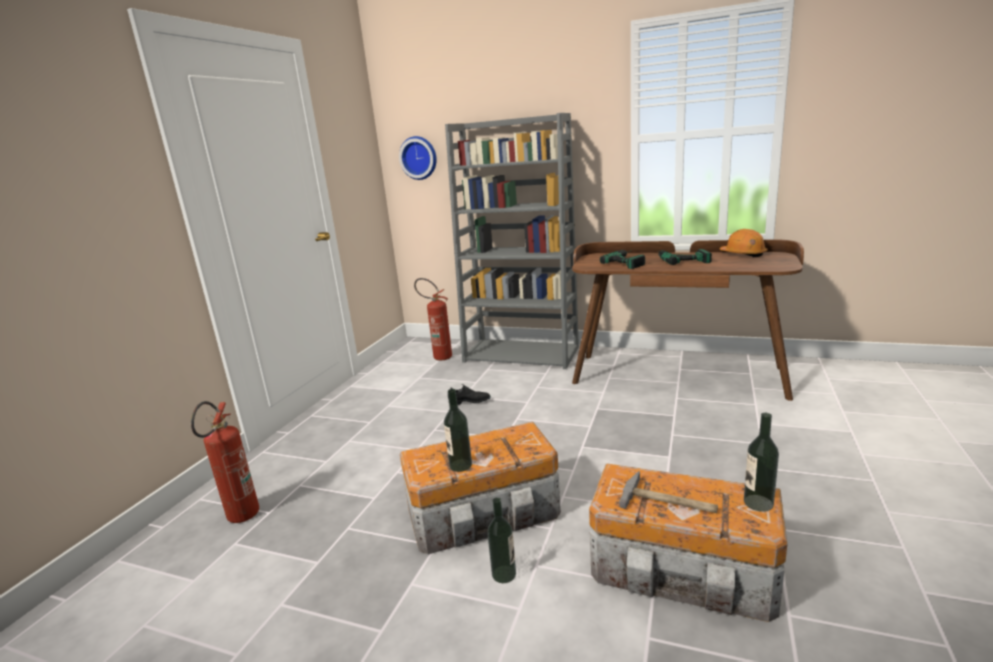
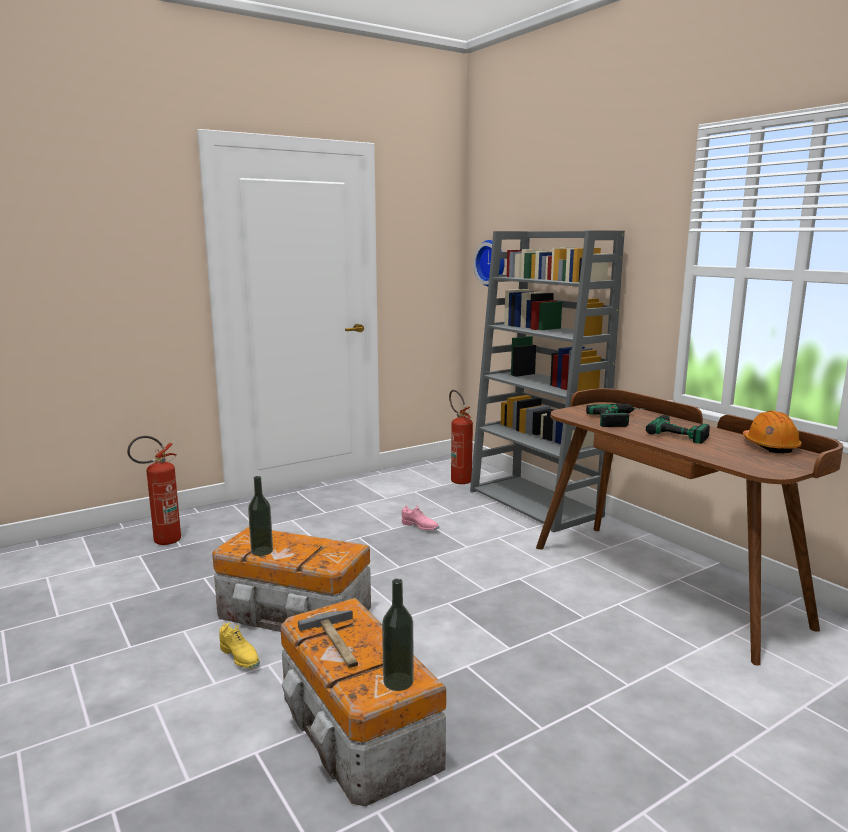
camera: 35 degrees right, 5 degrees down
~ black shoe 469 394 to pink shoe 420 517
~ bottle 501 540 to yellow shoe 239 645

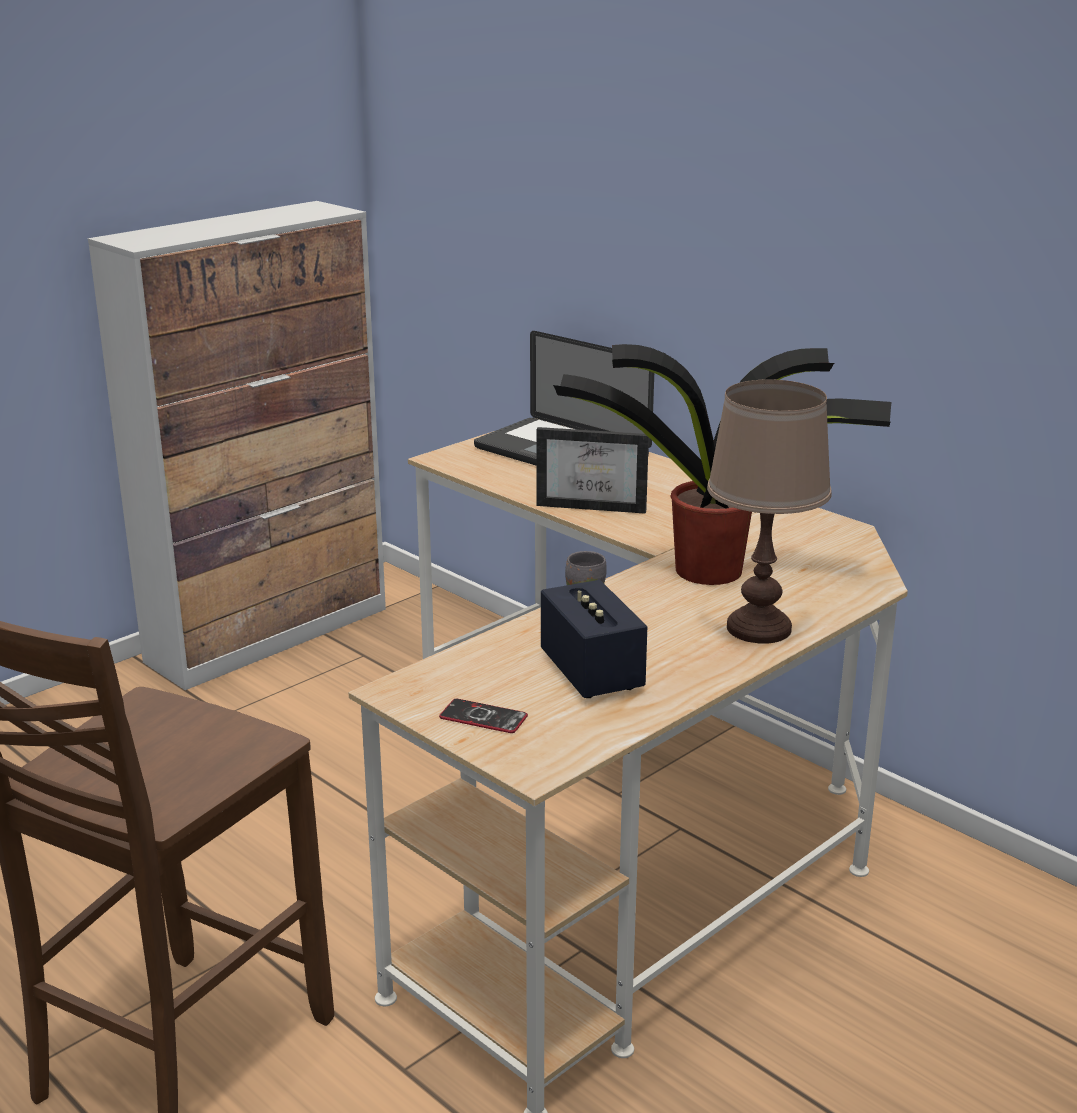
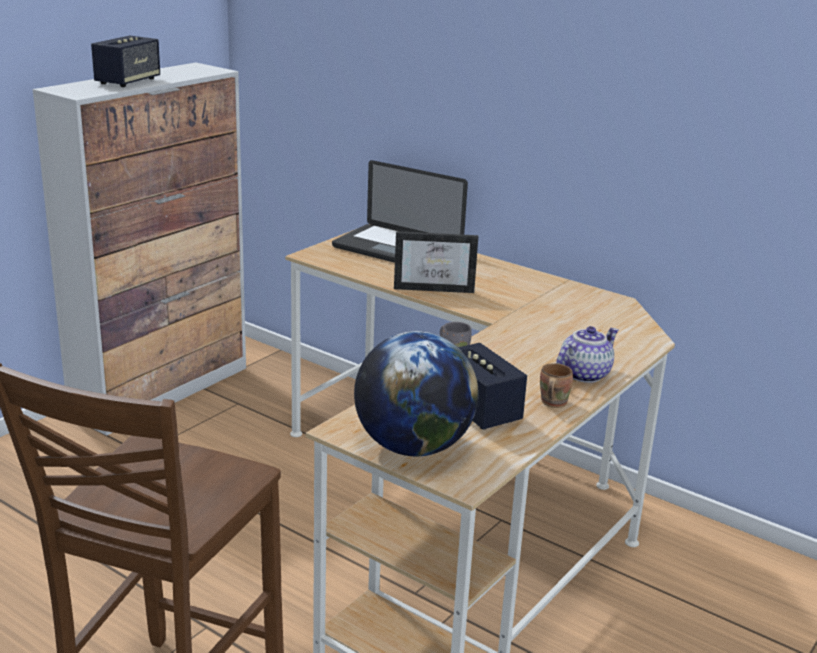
camera: 10 degrees left, 0 degrees up
- potted plant 722 464
~ brown table lamp 769 512 to teapot 587 354
~ phone 483 716 to globe 416 393
+ speaker 125 61
+ brown mug 556 385

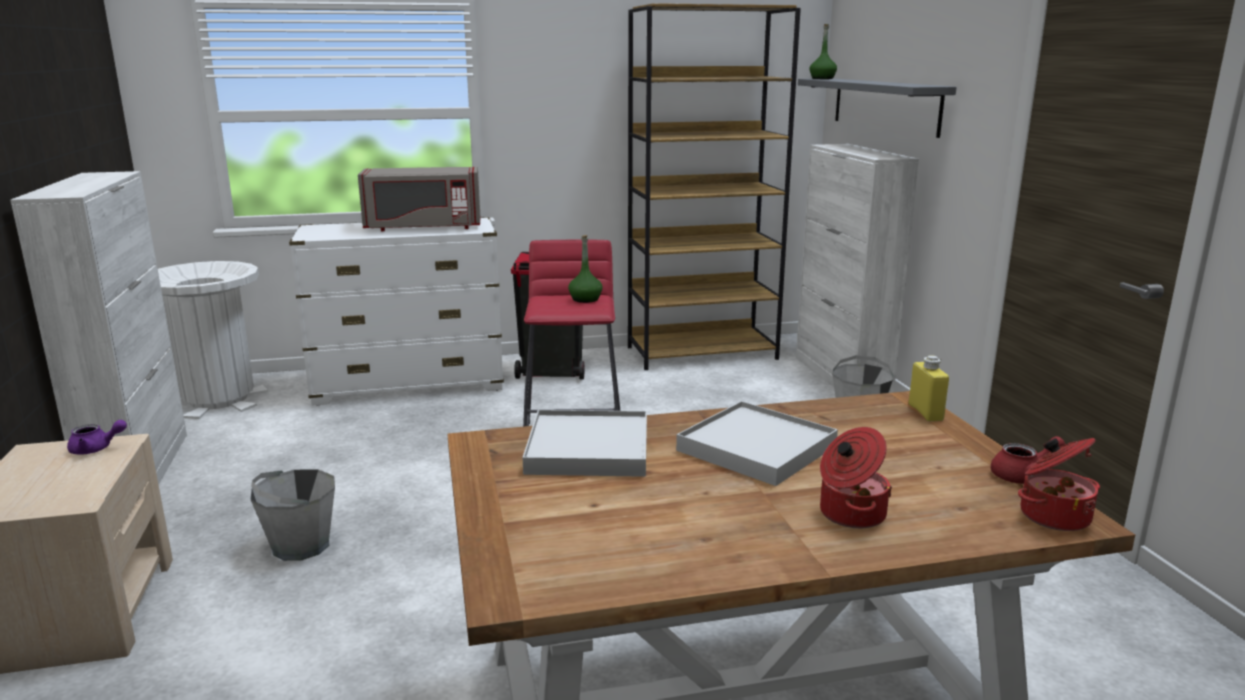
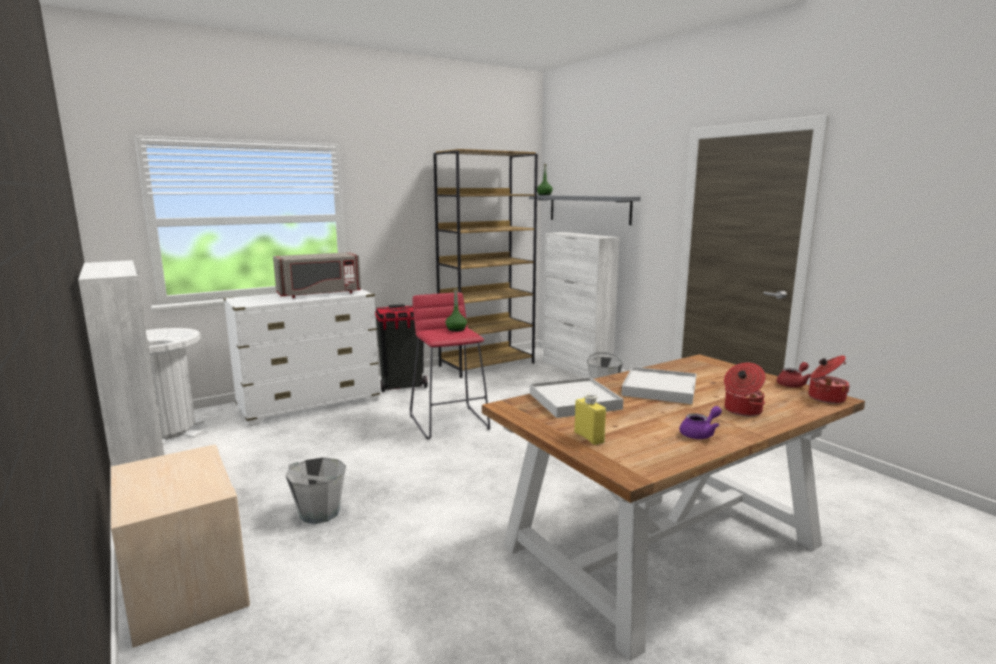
camera: 20 degrees left, 5 degrees down
~ yellow bottle 929 388 to 590 419
~ purple teapot 97 437 to 700 422

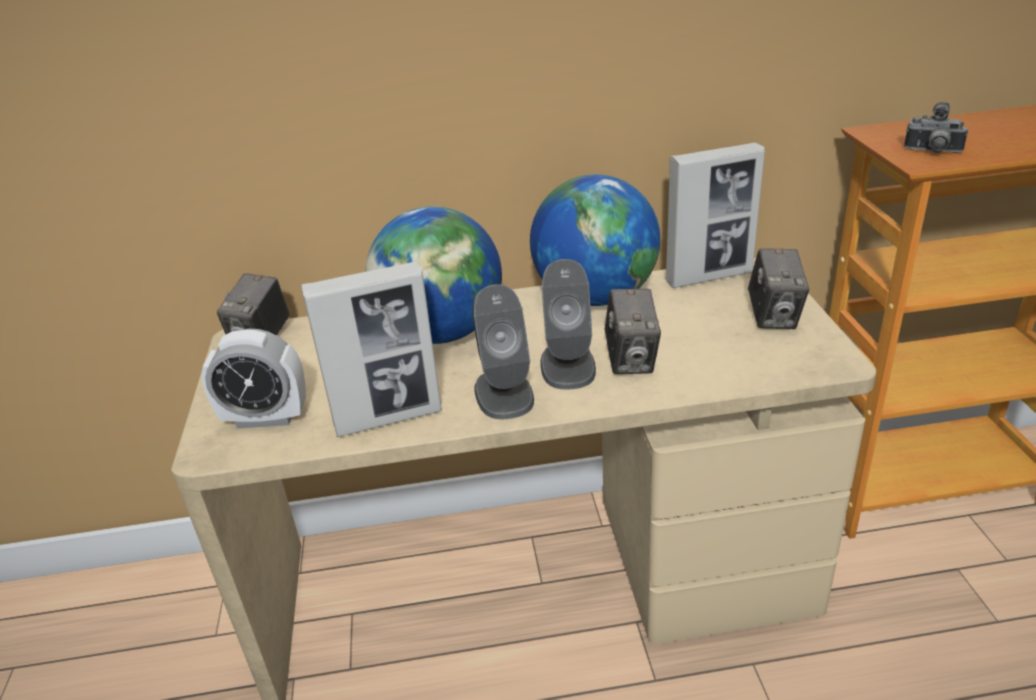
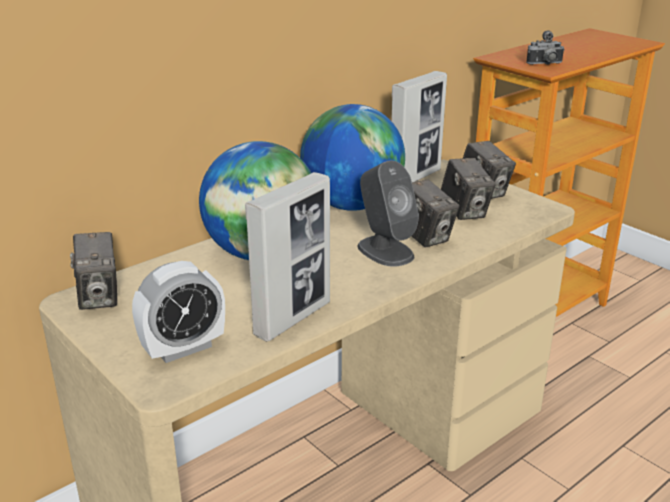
camera: 35 degrees left, 5 degrees down
- grey speaker 503 351
+ photo camera 468 189

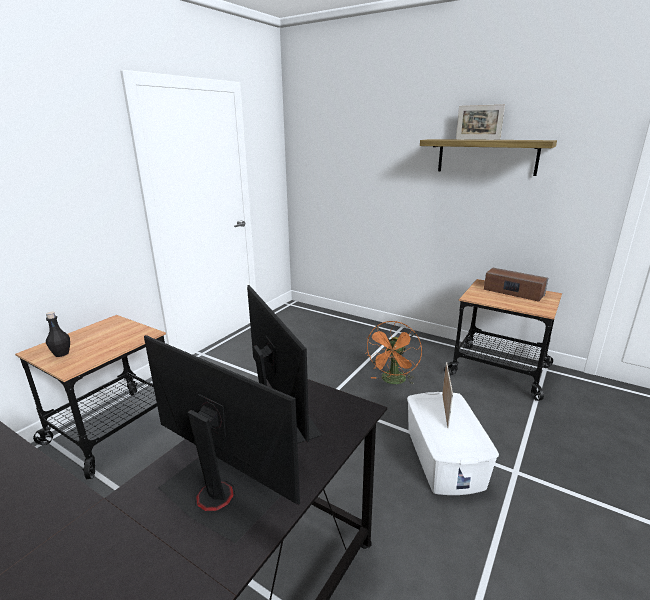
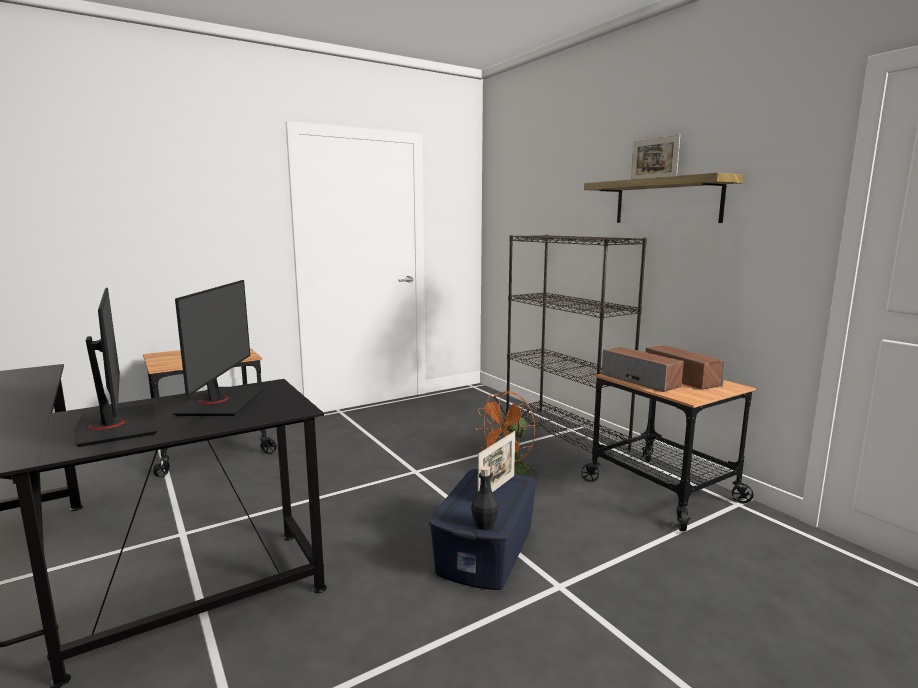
camera: 25 degrees right, 10 degrees down
~ black bottle 58 334 to 485 498
~ white storage box 453 443 to blue storage box 483 529
+ black bookcase 576 348
+ speaker 643 369

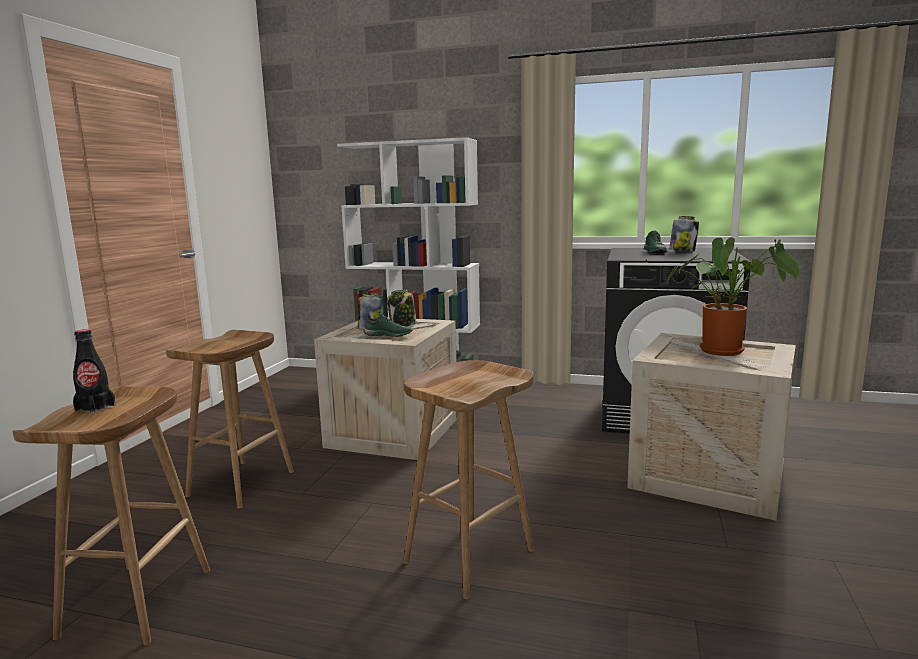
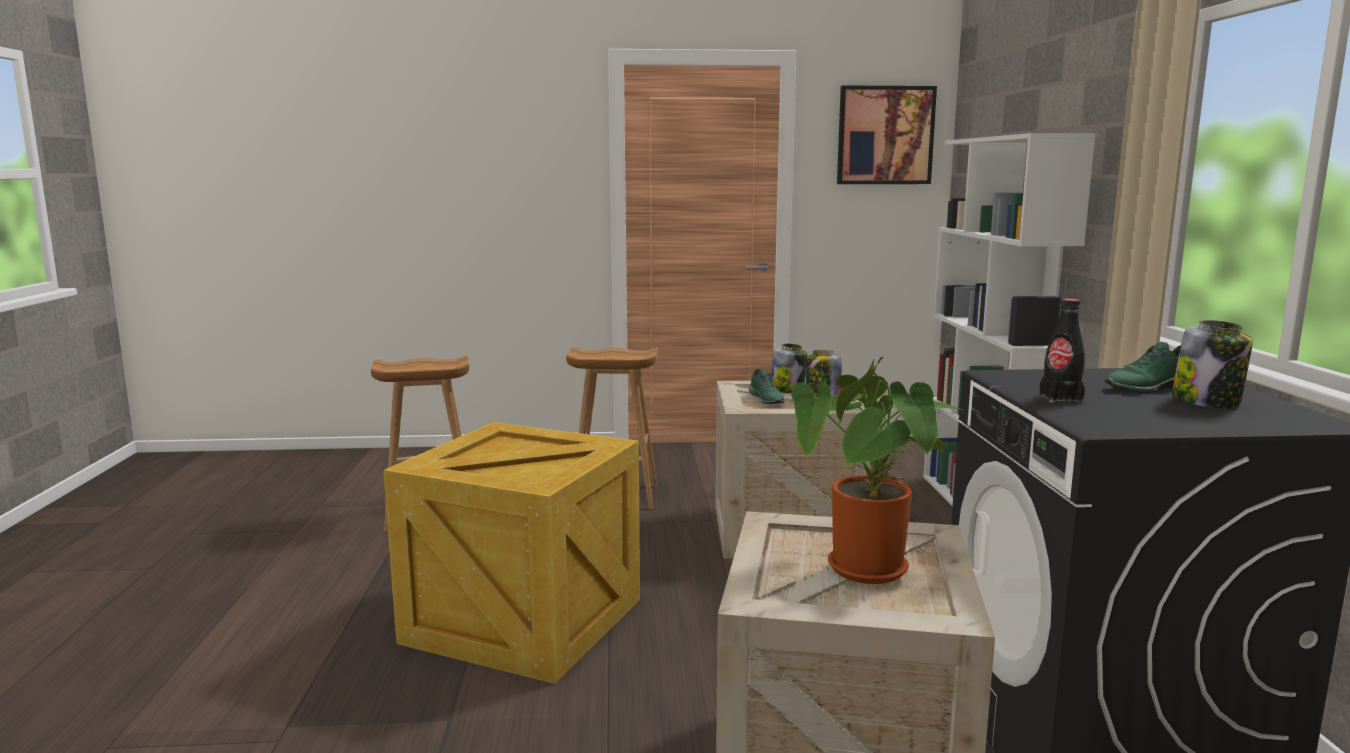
camera: 70 degrees right, 0 degrees up
~ black bottle 94 371 to 1062 350
~ brown stool 468 479 to crate 511 553
+ picture 887 134

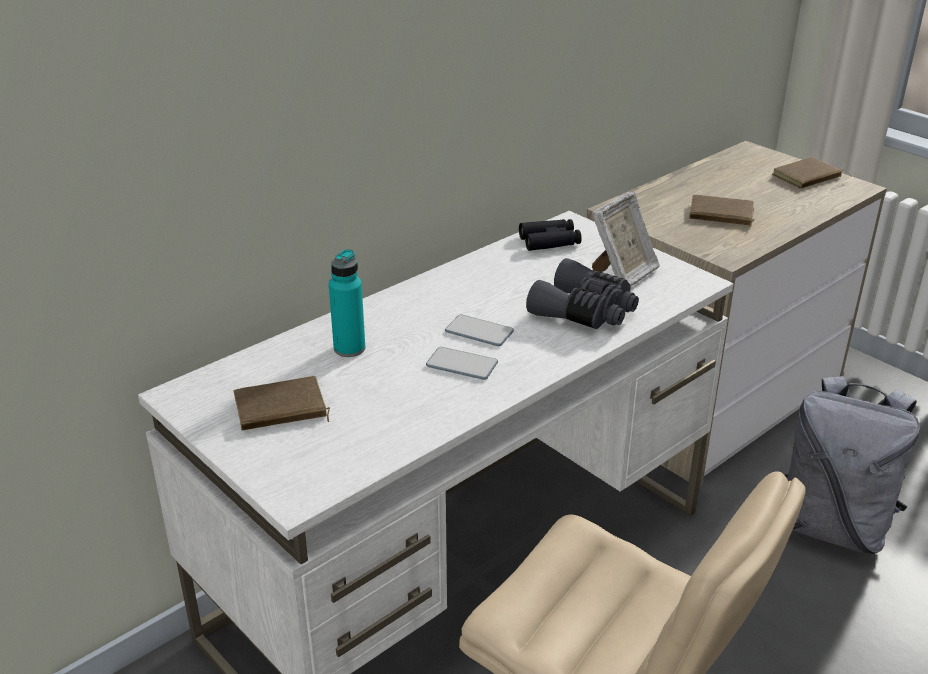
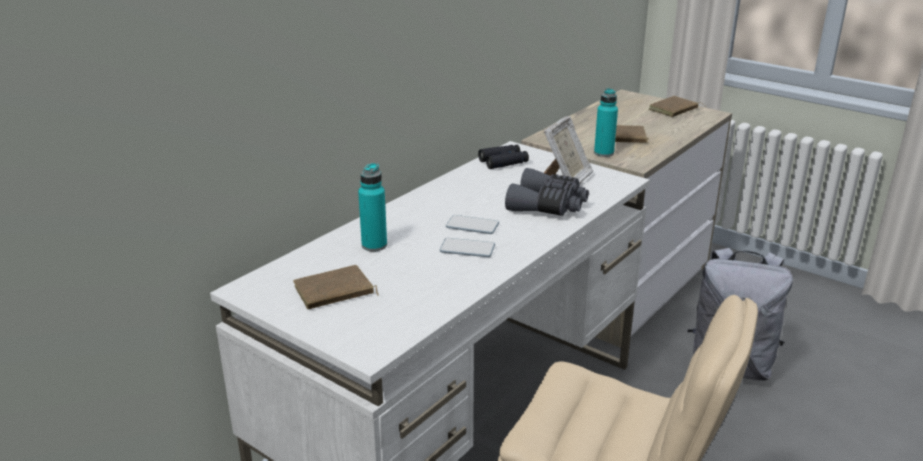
camera: 10 degrees left, 5 degrees down
+ turquoise bottle 606 122

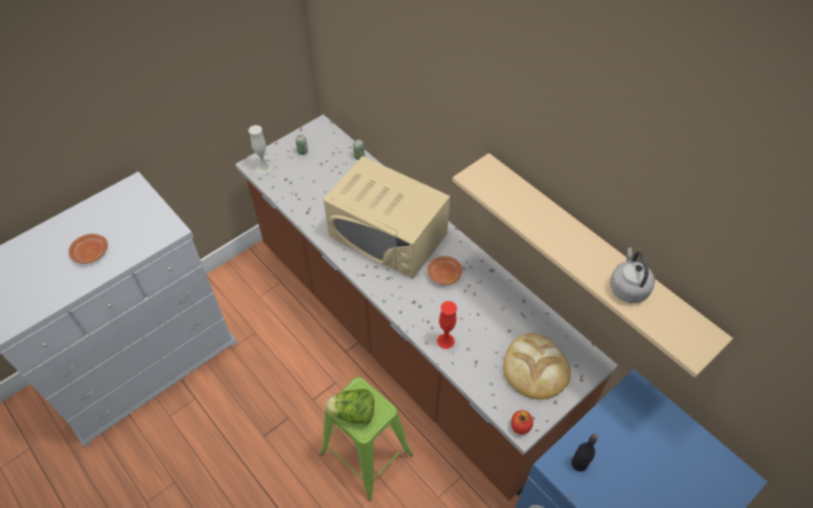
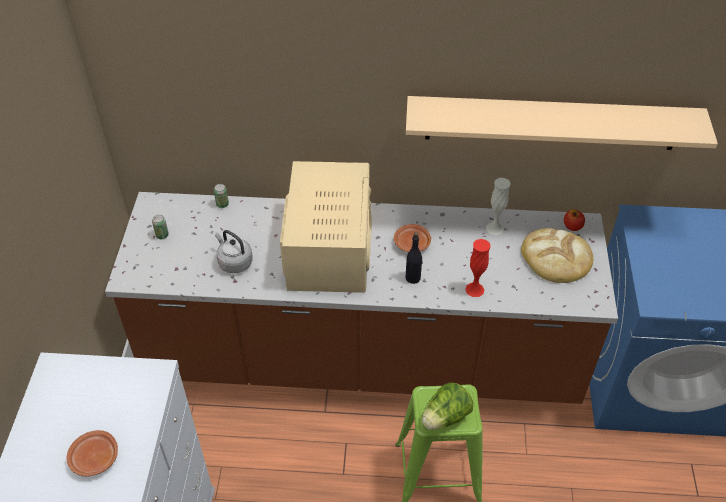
camera: 45 degrees left, 5 degrees down
~ white vase 260 149 to 498 206
~ beige microwave 386 217 = 326 227 75 degrees counterclockwise
~ grey kettle 632 275 to 234 251
~ apple 522 422 to 574 220
~ black bottle 584 453 to 414 258

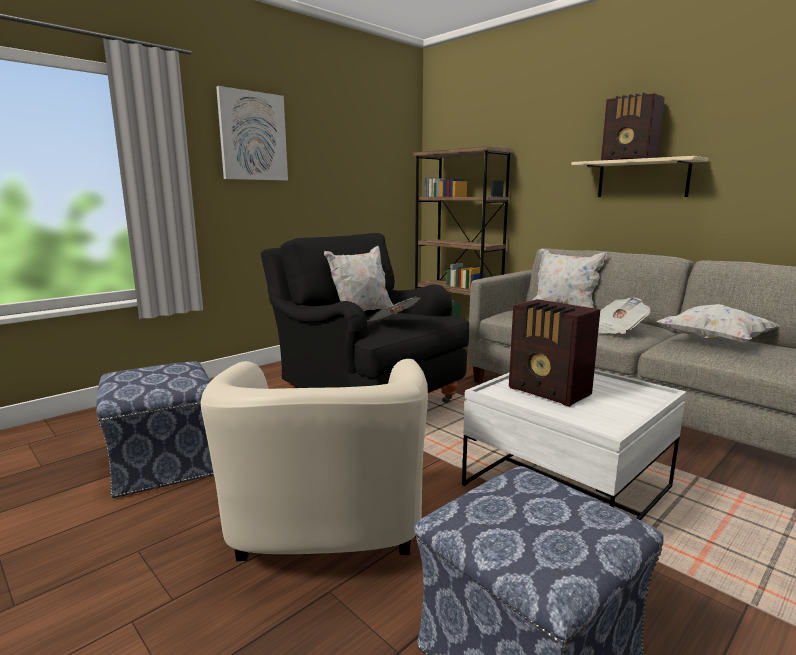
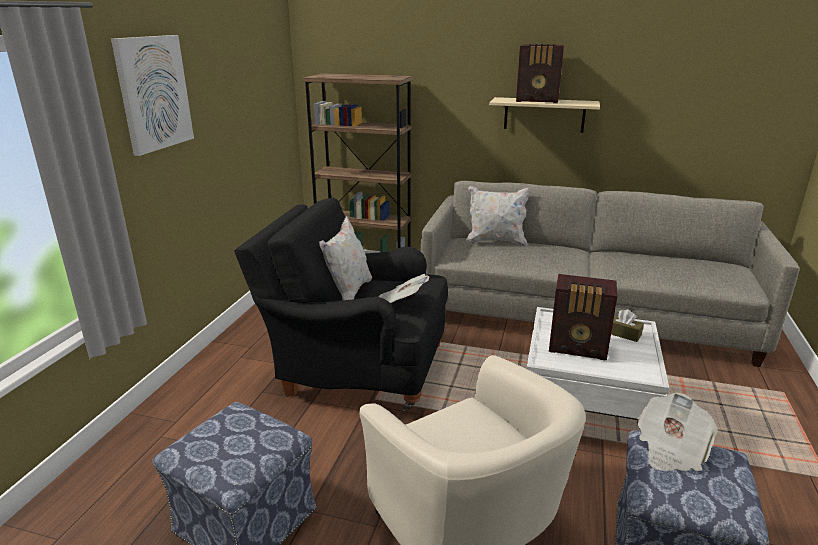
camera: 30 degrees left, 10 degrees up
~ newspaper 624 316 to 677 432
- white pillow 718 324
+ brown tissue box 627 325

